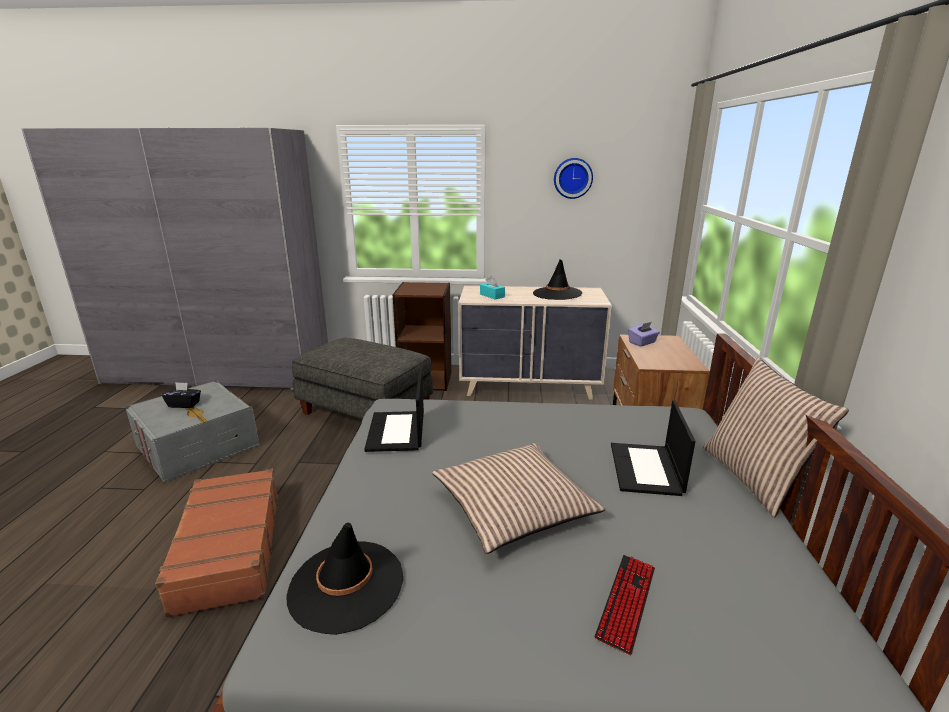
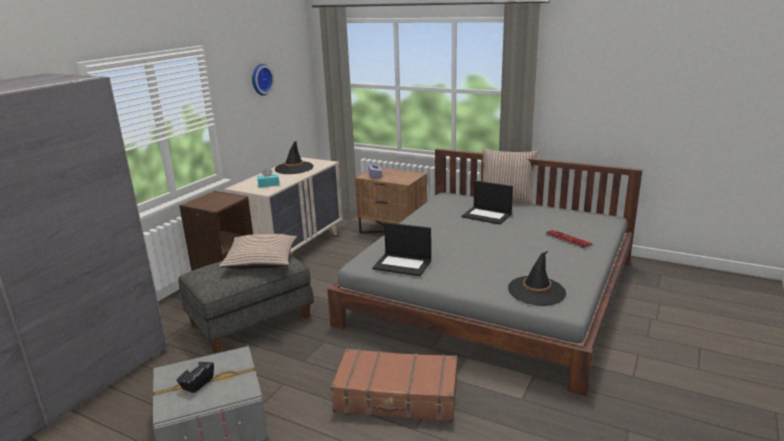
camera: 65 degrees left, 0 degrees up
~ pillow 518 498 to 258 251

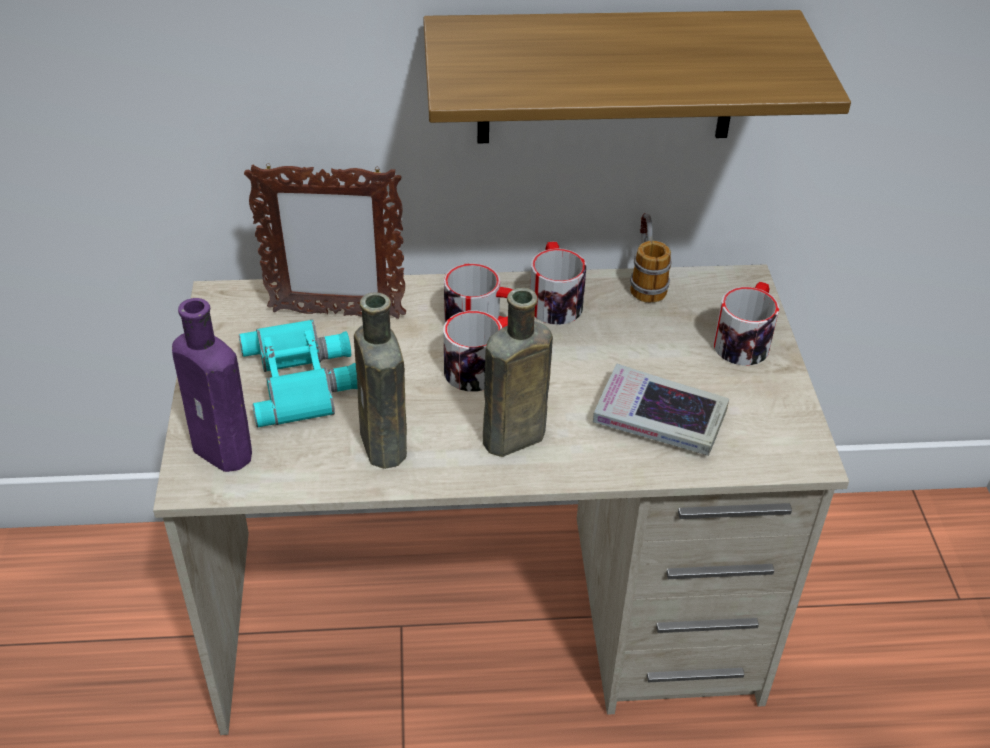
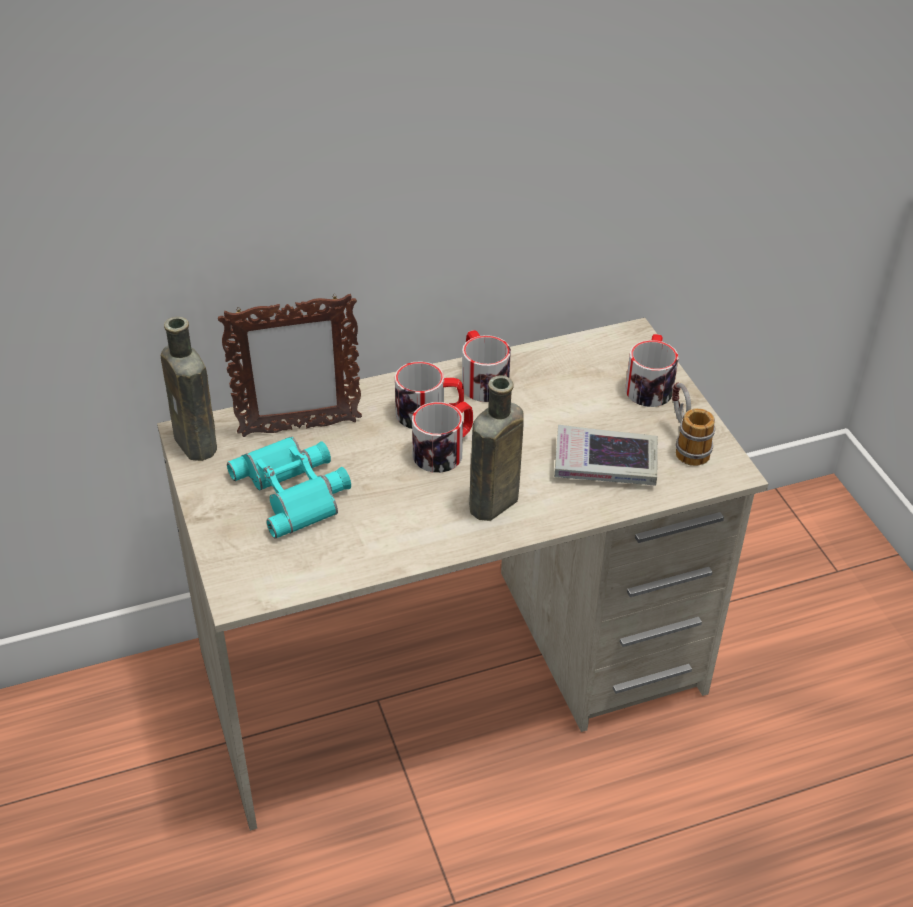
camera: 15 degrees left, 0 degrees up
- shelf 637 76
~ mug 651 258 to 694 424
~ brown bottle 380 384 to 189 389
- purple bottle 212 385

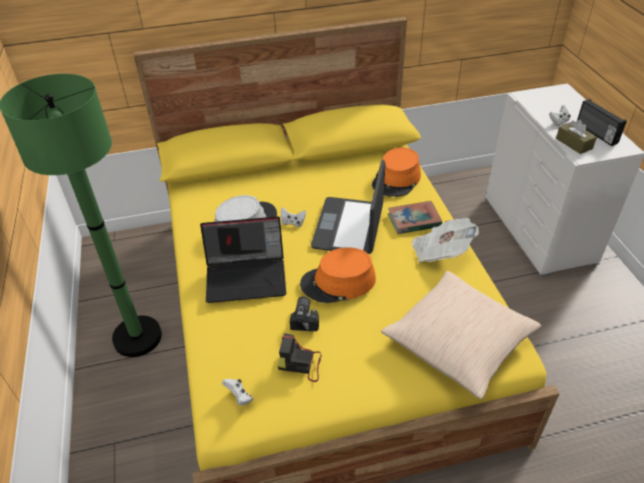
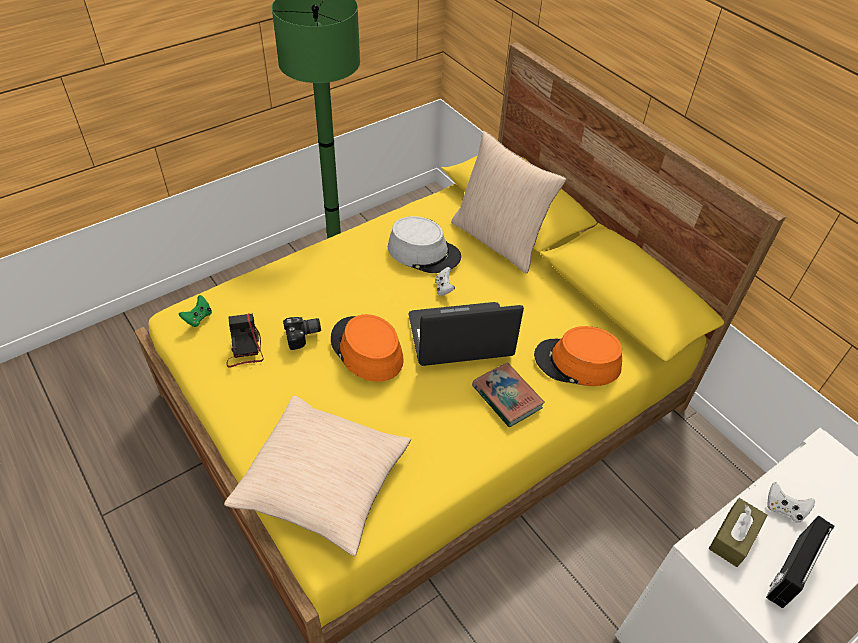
camera: 65 degrees right, 5 degrees up
- laptop 243 259
- newspaper 445 240
~ white game controller 237 392 to green game controller 195 311
+ beige pillow 508 202

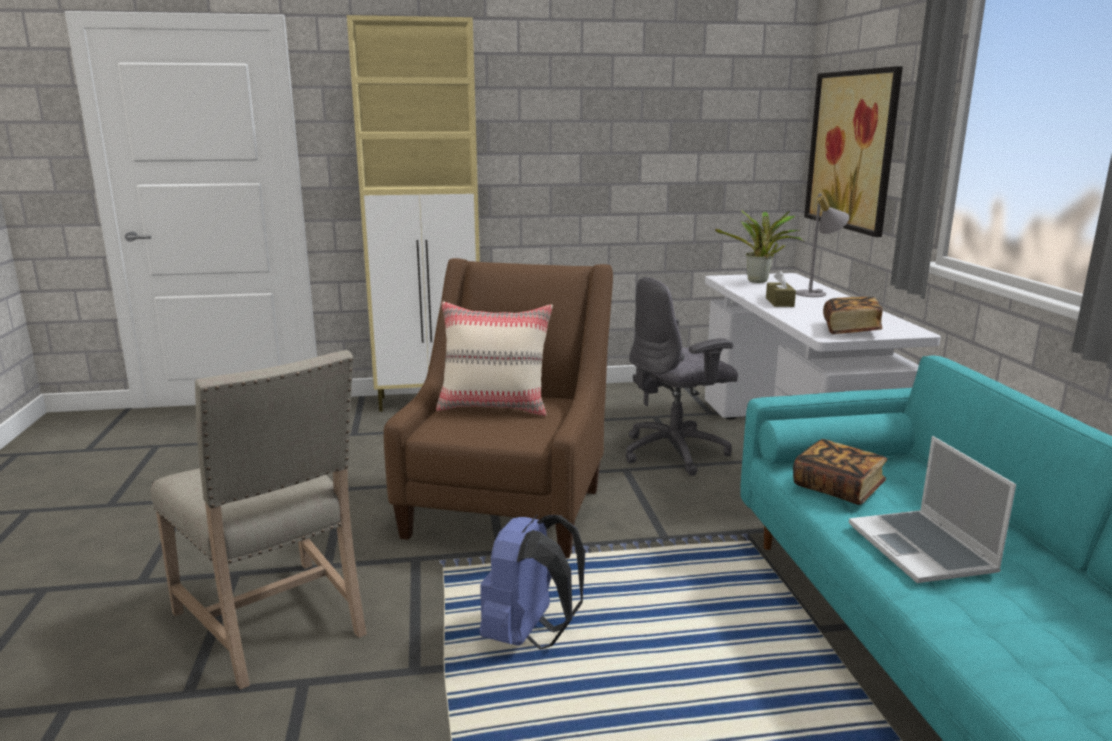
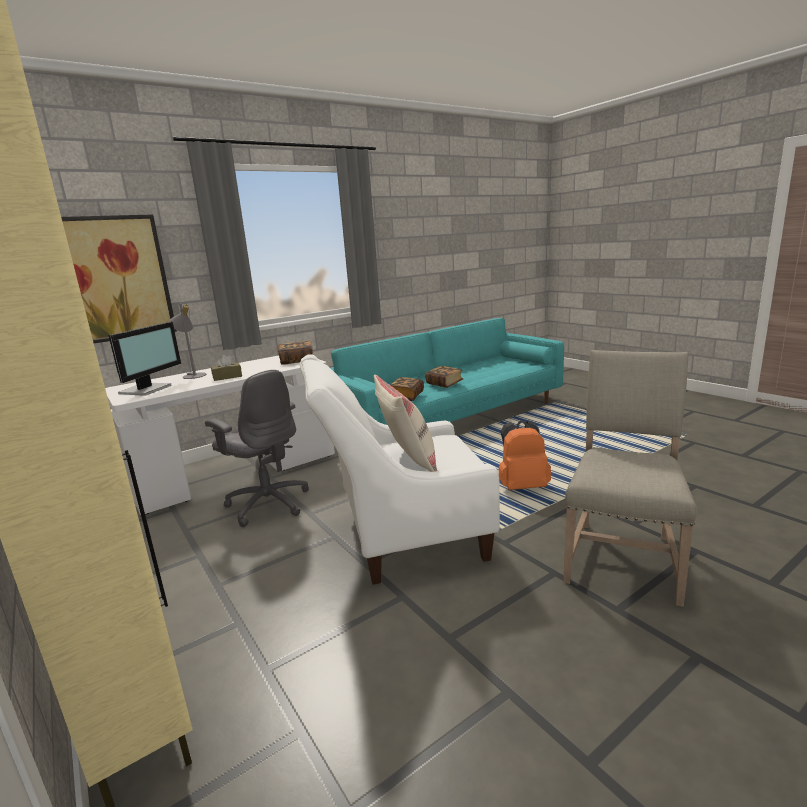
camera: 115 degrees left, 0 degrees up
~ potted plant 759 246 to monitor 144 359
~ brown armchair 498 408 to white armchair 400 469
~ laptop 932 509 to book 444 377
~ blue backpack 532 582 to orange backpack 525 455

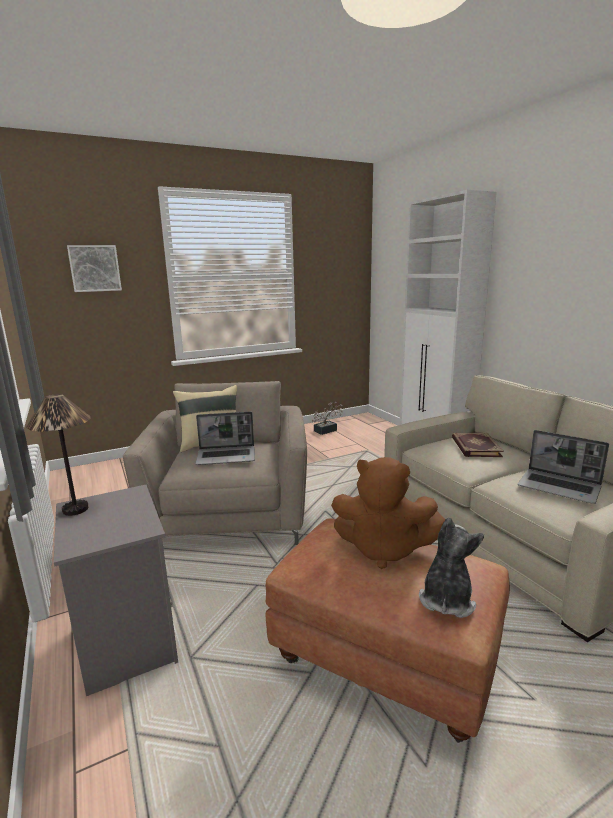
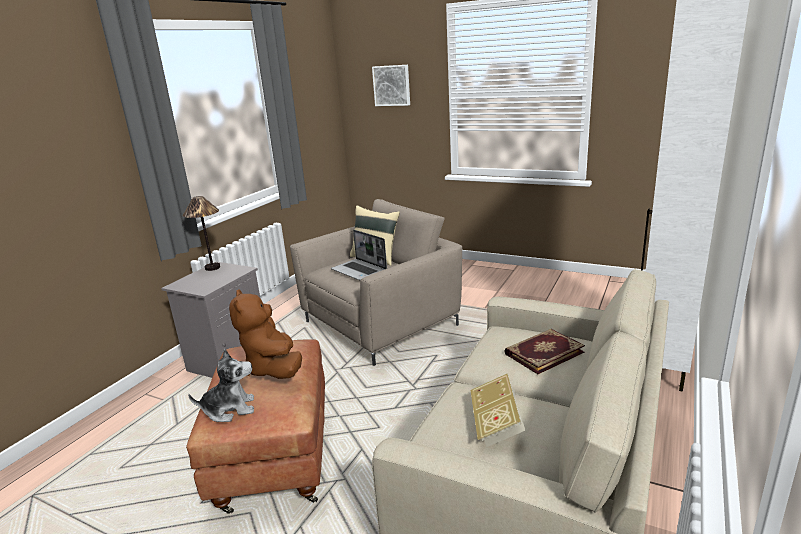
camera: 55 degrees right, 5 degrees up
- potted plant 327 418
~ laptop 563 467 to book 498 410

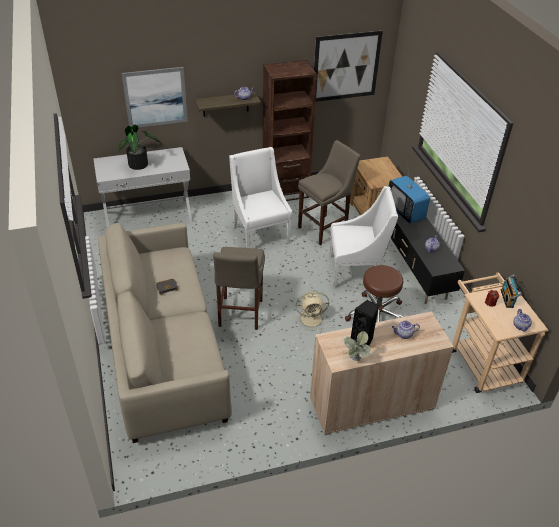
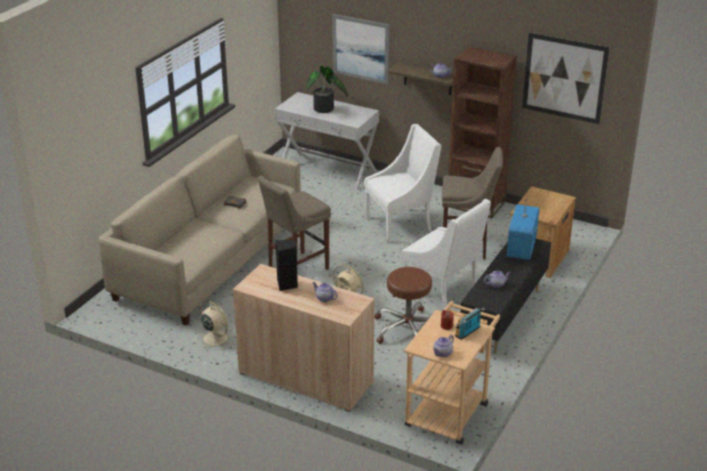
camera: 45 degrees right, 10 degrees down
~ white armchair 260 197 = 402 183 45 degrees clockwise
- potted plant 357 346
+ beige fan 214 325

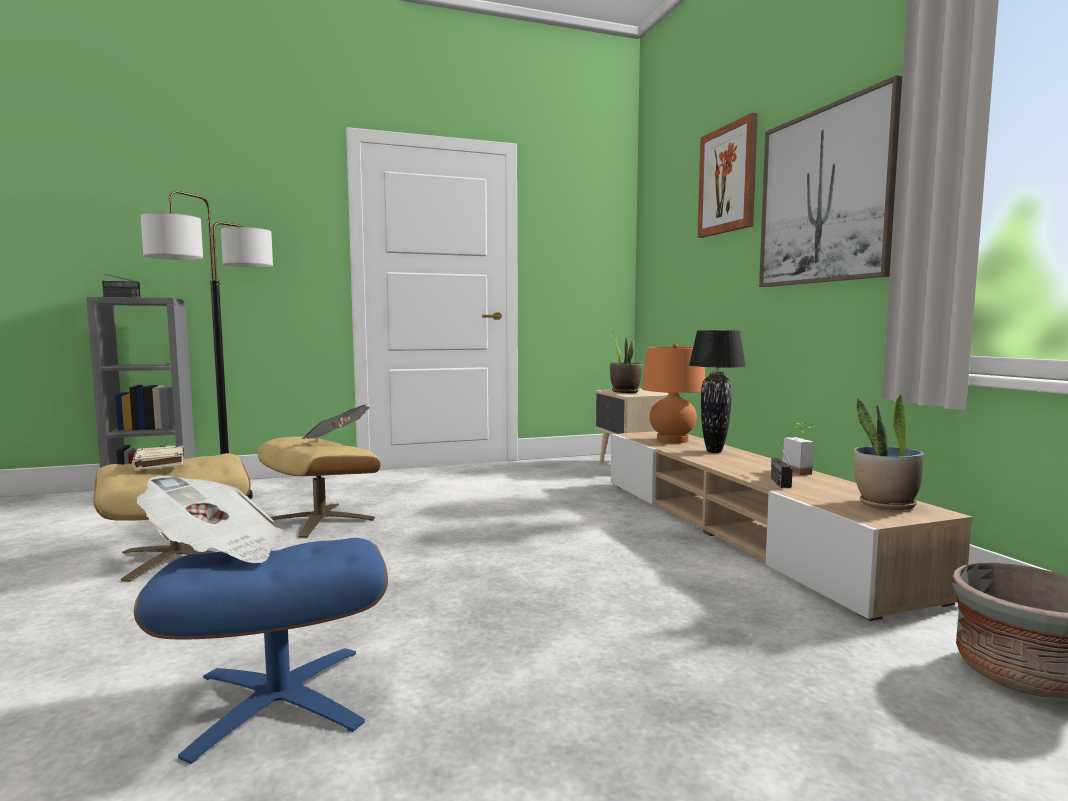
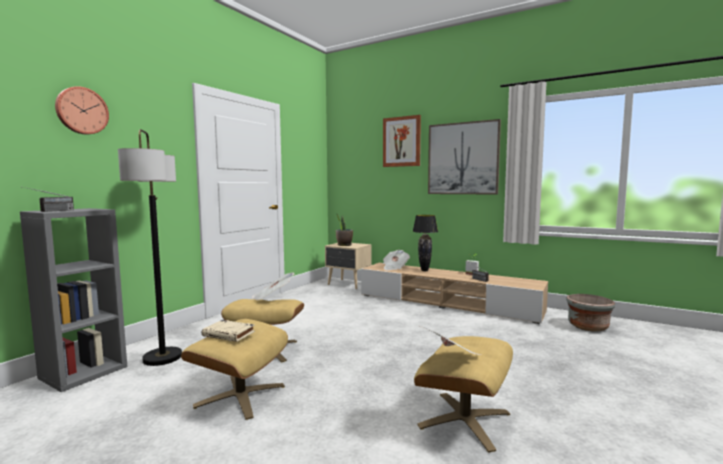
camera: 40 degrees left, 0 degrees up
~ orange table lamp 673 393 to newspaper 396 260
- potted plant 889 452
~ blue ottoman 261 651 to beige ottoman 463 394
+ wall clock 82 110

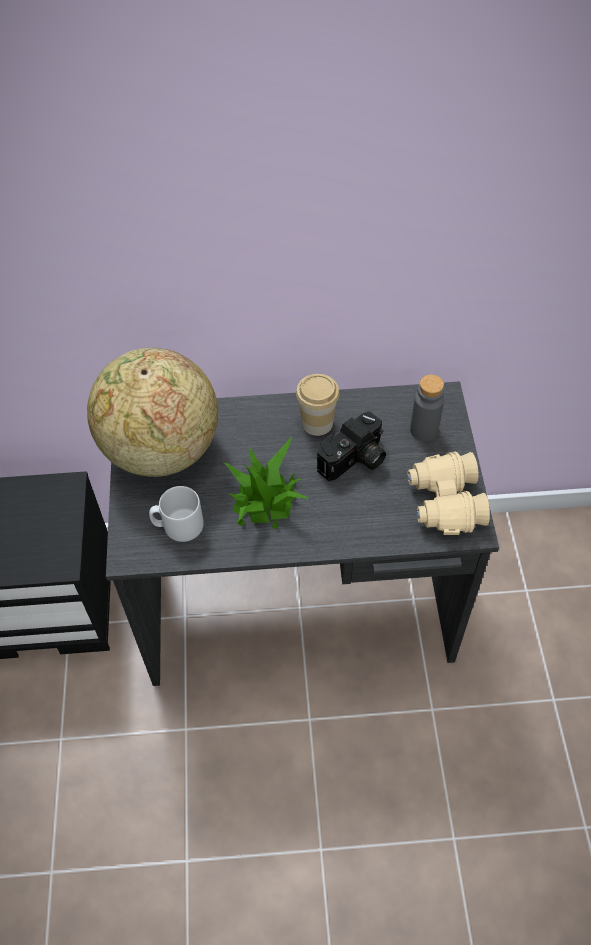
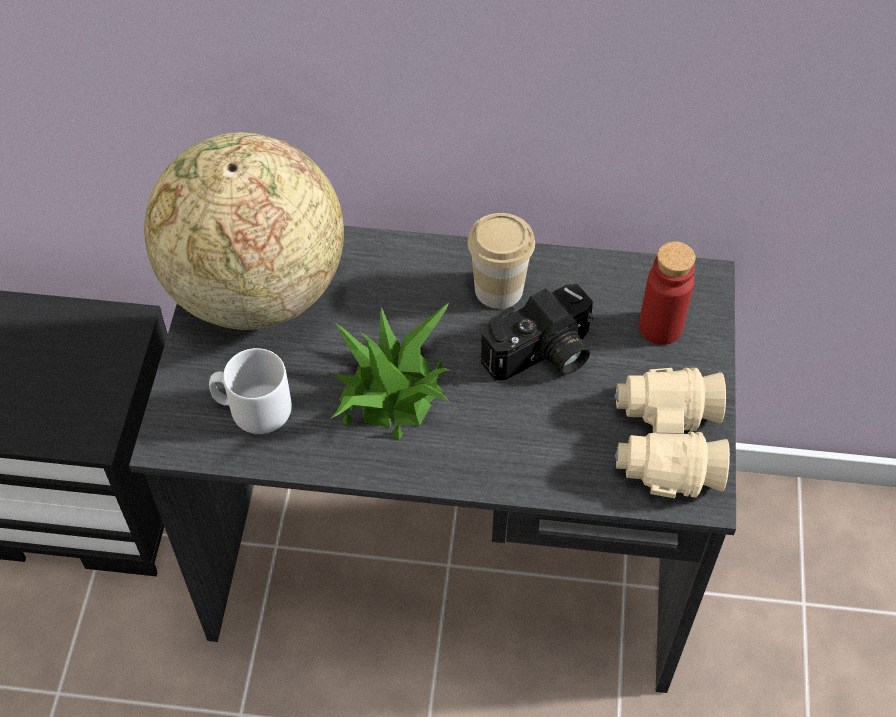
camera: 10 degrees right, 0 degrees up
~ grey bottle 427 407 to red bottle 667 293

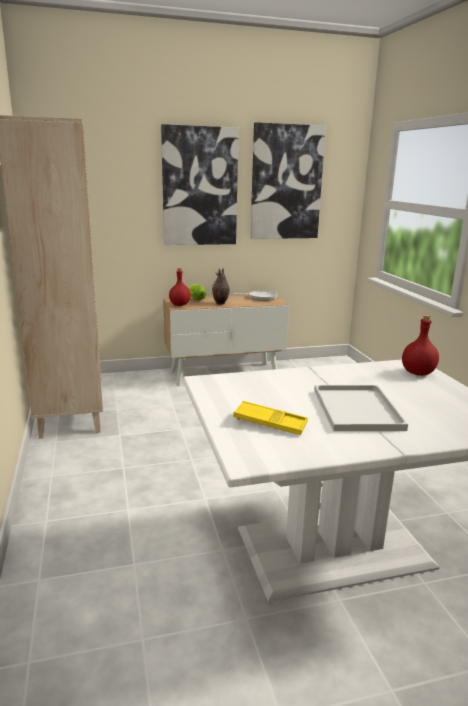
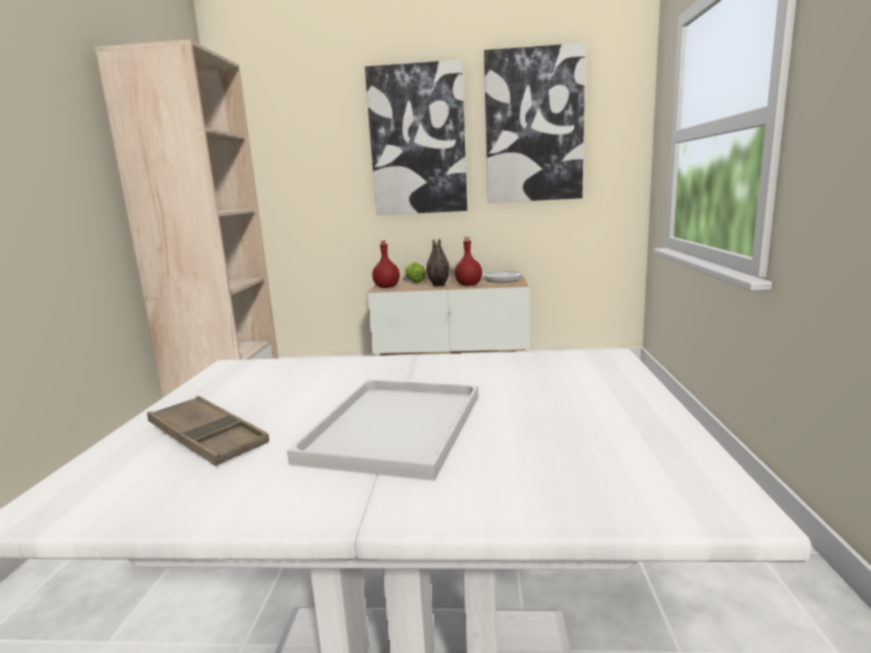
camera: 20 degrees right, 5 degrees down
~ red bottle 420 345 to 468 261
~ yellow tray 270 418 to brown tray 208 431

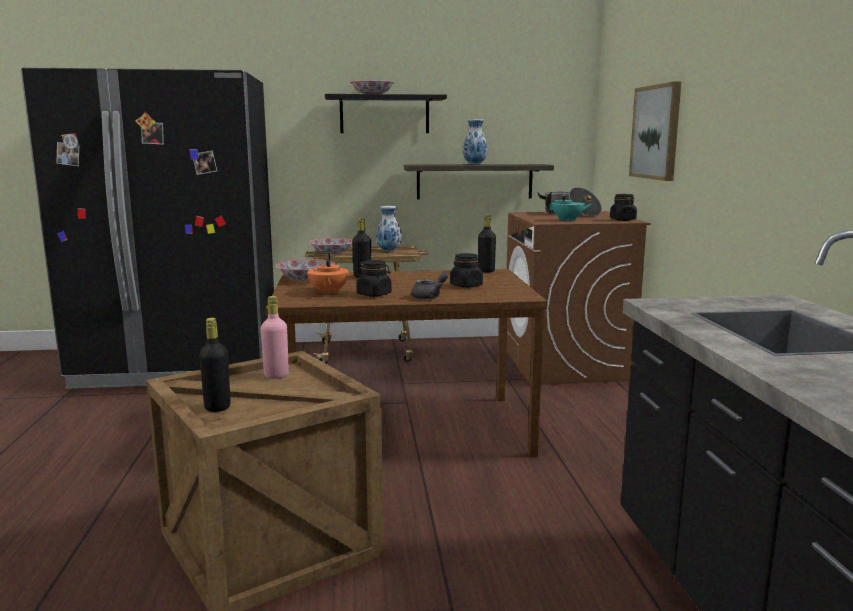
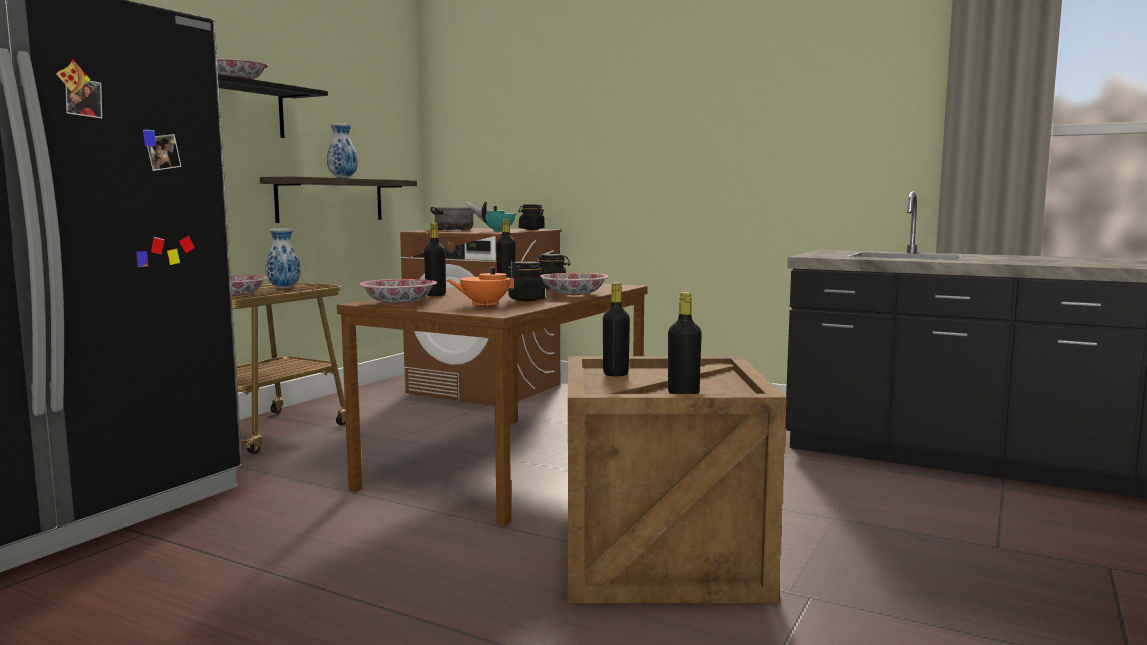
camera: 55 degrees left, 5 degrees down
- picture 655 131
~ orange teapot 328 274 = 483 283 135 degrees clockwise
~ grey teapot 429 286 to bowl 574 284
~ pink bottle 275 337 to black bottle 616 329

